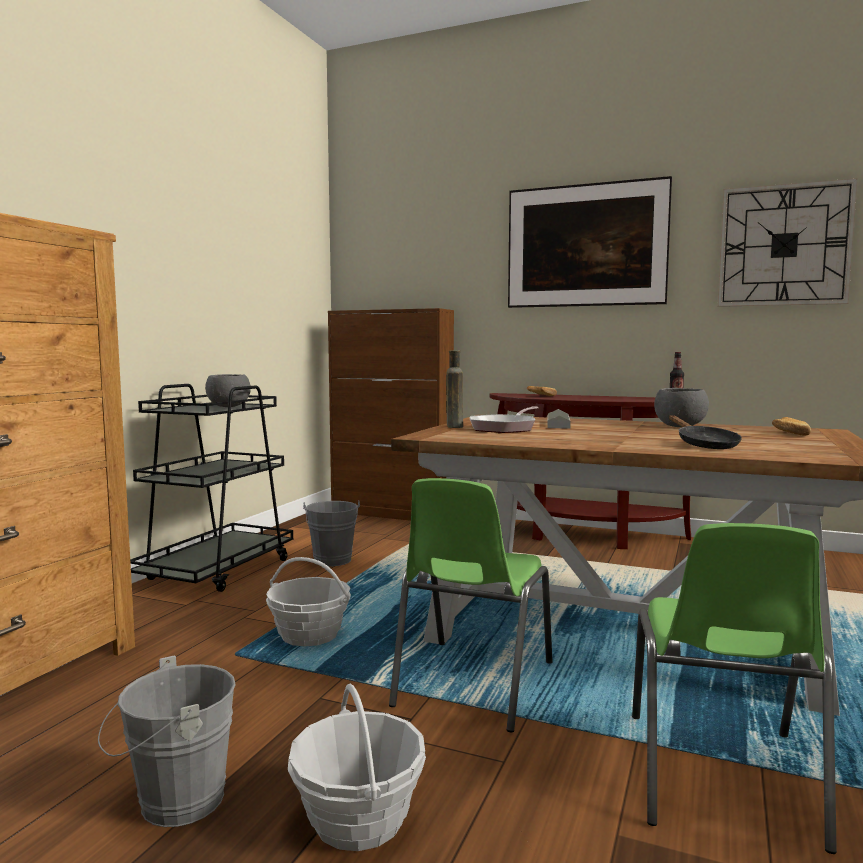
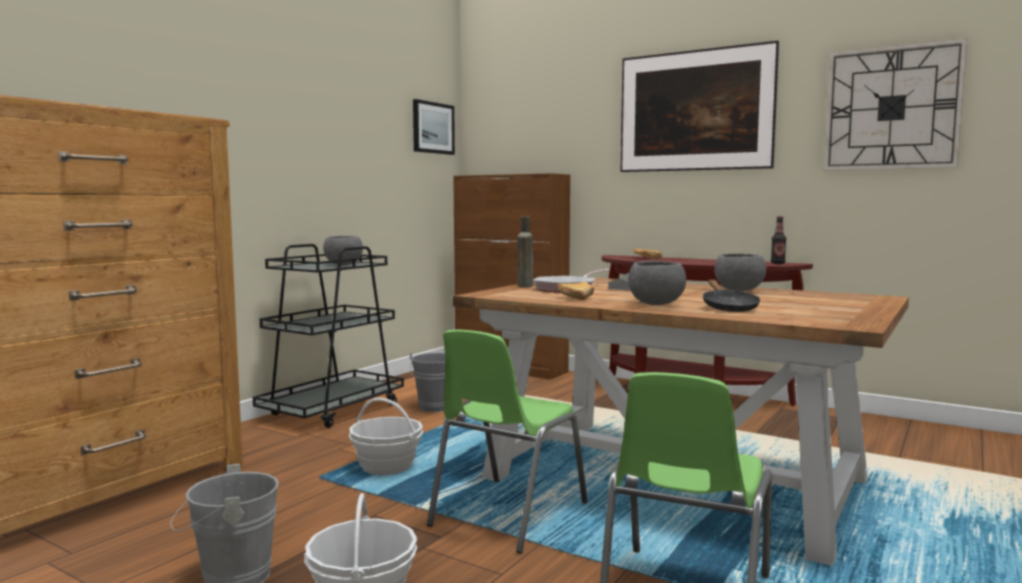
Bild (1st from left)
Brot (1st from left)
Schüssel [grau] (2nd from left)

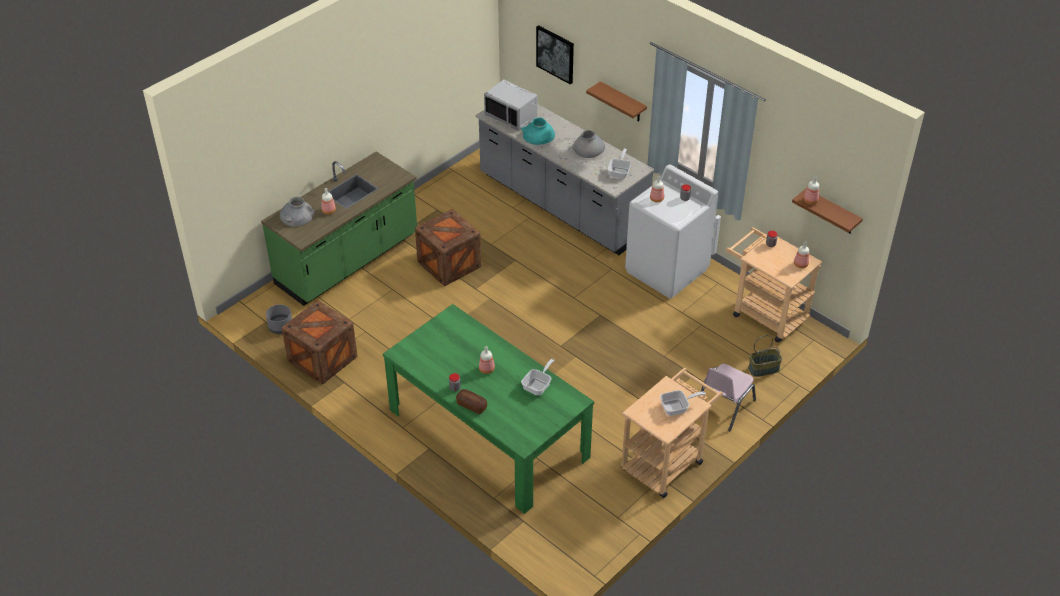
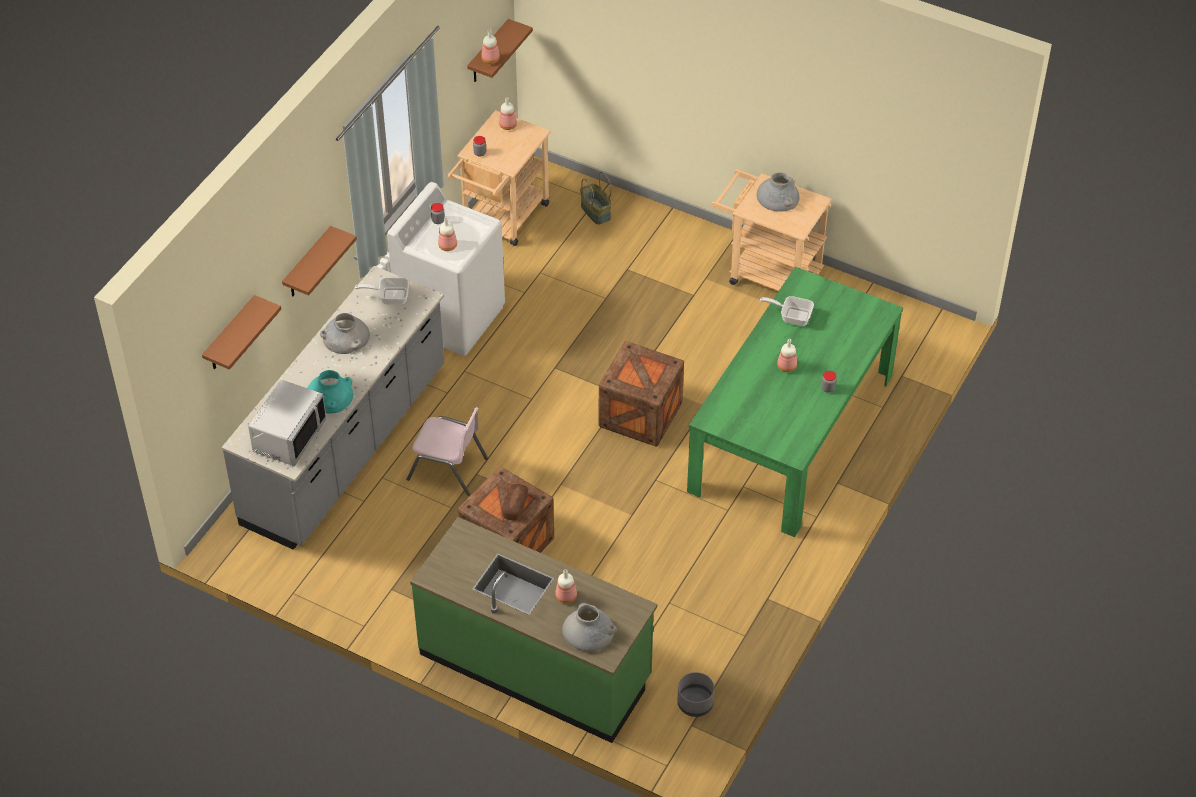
Wandregal [braun] (1st from left)
Stuhl [rosa]
Brot
Kiste (2nd from left)
Vase [grau] (3rd from left)

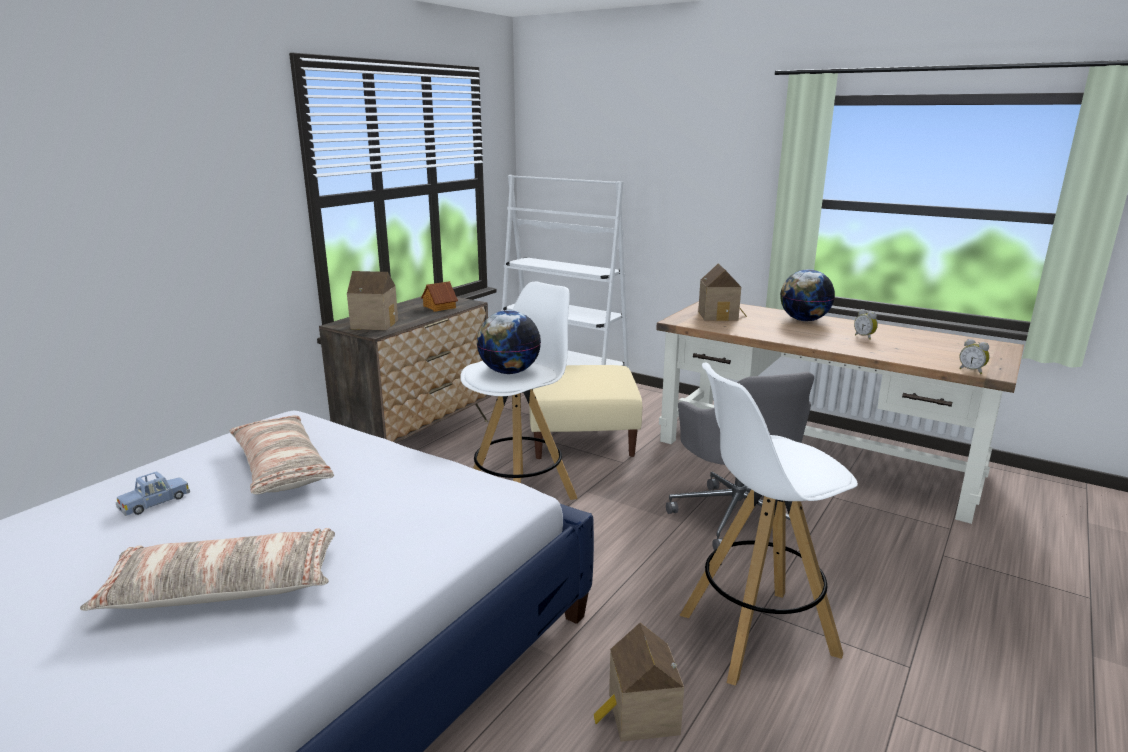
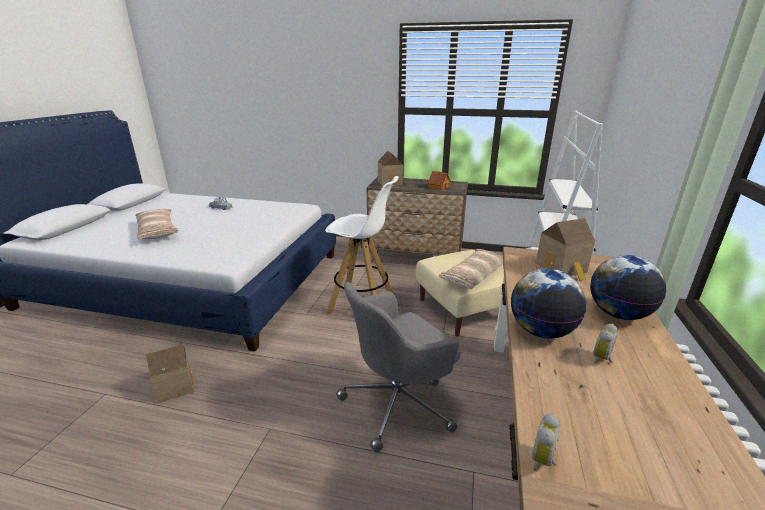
Kissen (2nd from left)
Globus (1st from left)
Hocker [weiß] (2nd from left in the first image)

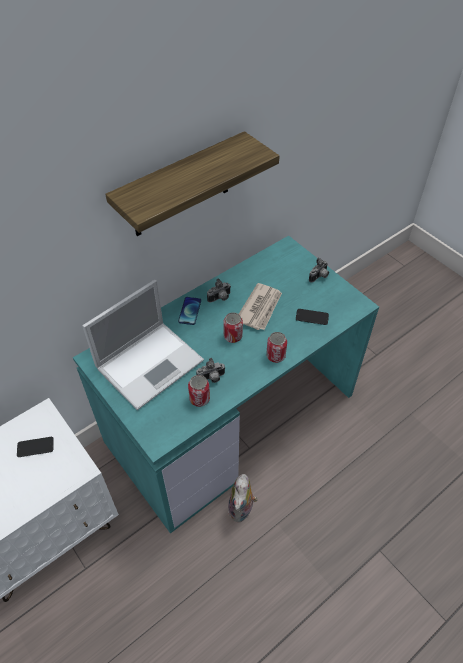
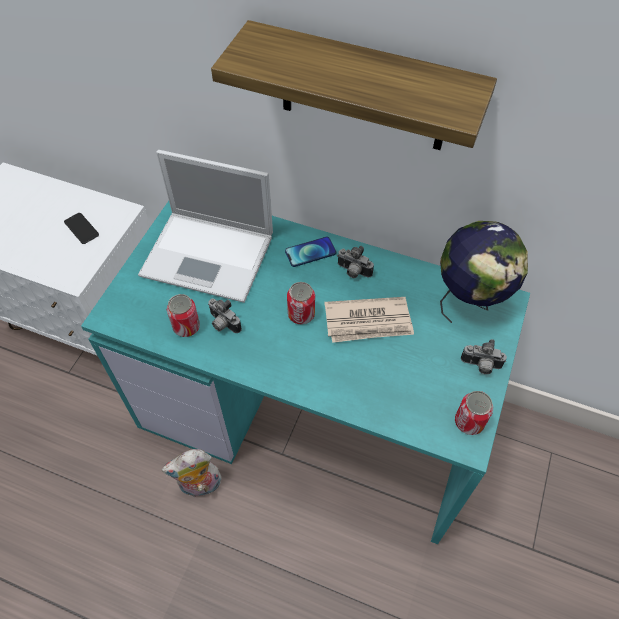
Globus
Dose (3rd from left)
Handy (3rd from left in the first image)

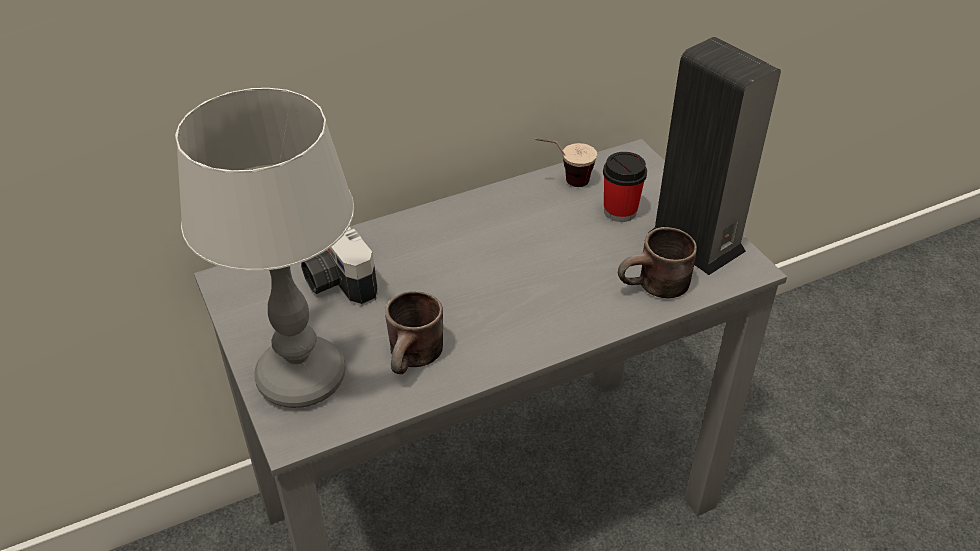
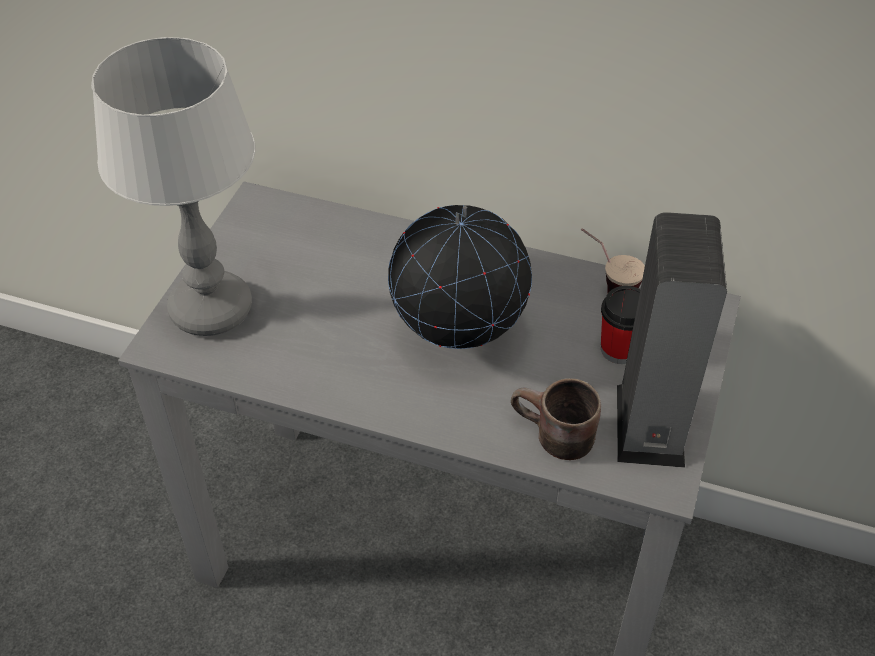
Globus
Kamera
Henkelbecher [braun] (1st from left in the first image)

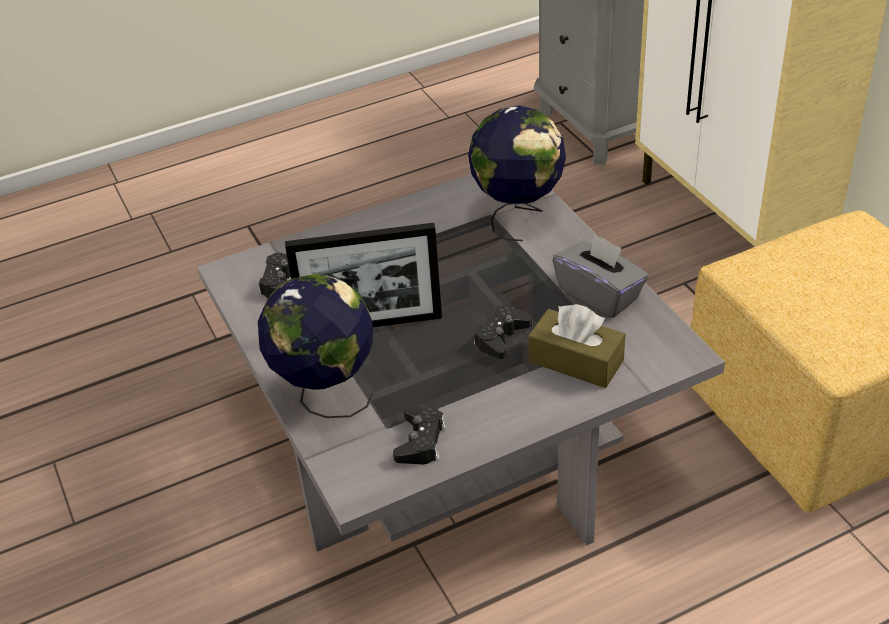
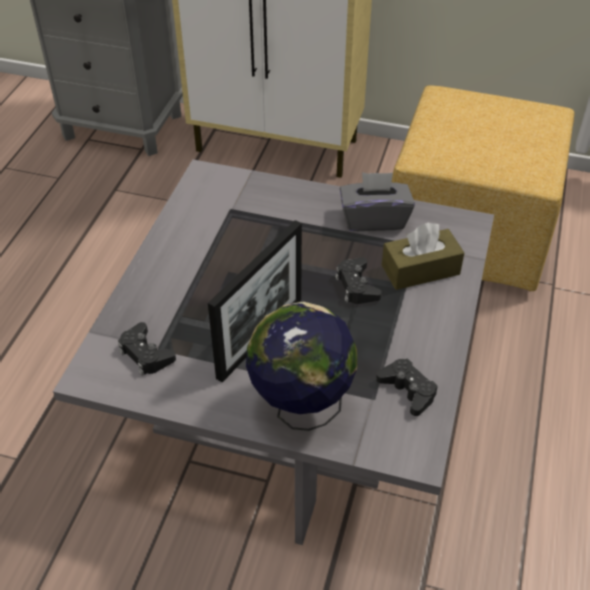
Globus (2nd from left in the first image)

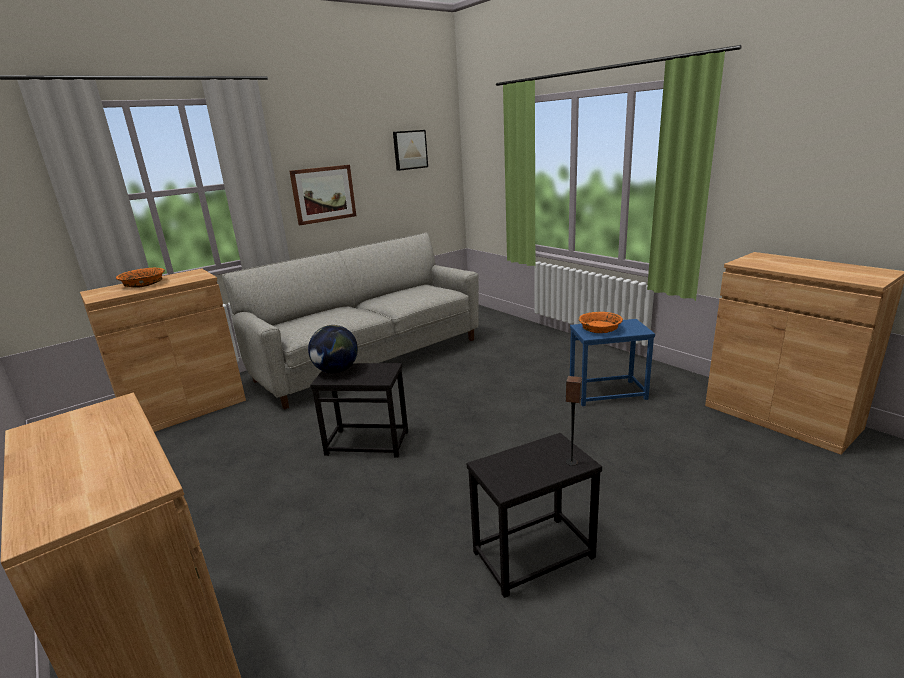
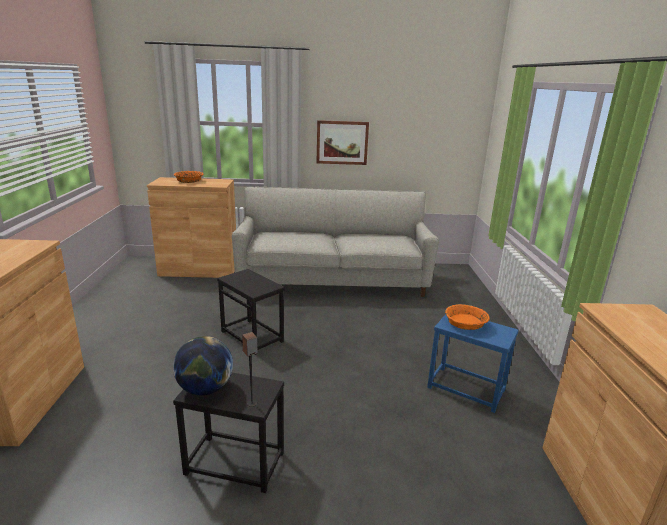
Globus
Bild (2nd from left in the first image)

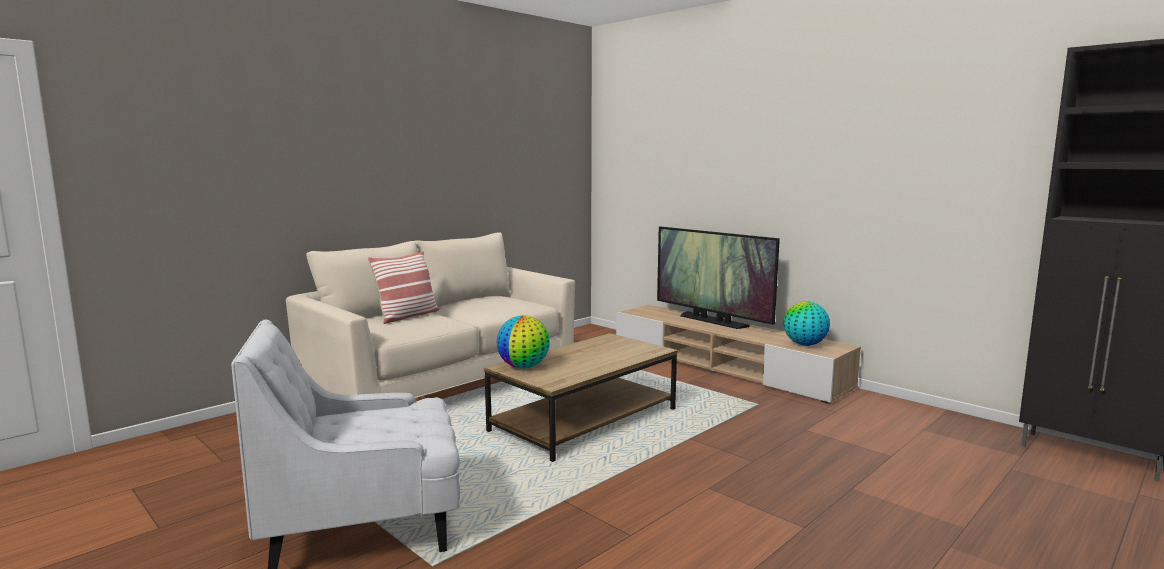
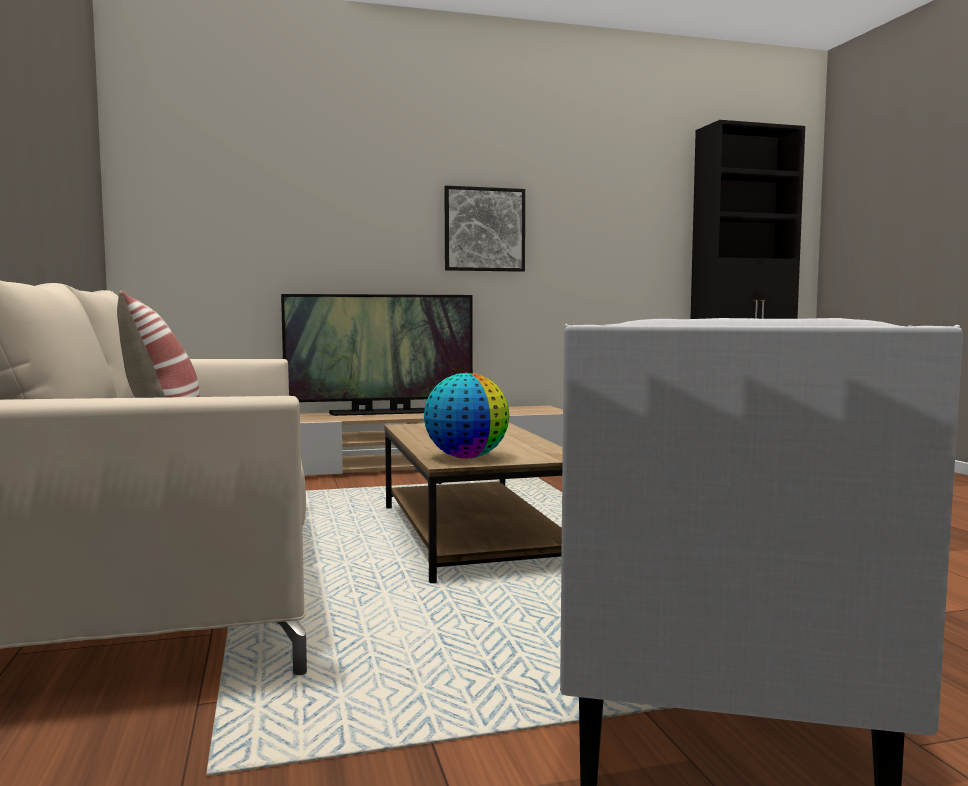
Bild
Globus (2nd from left in the first image)

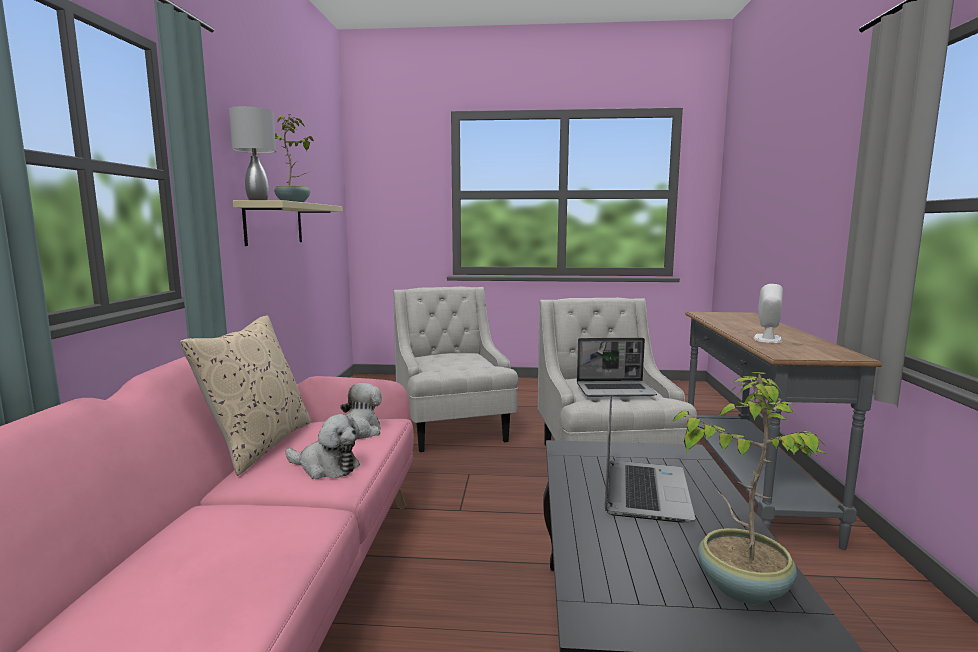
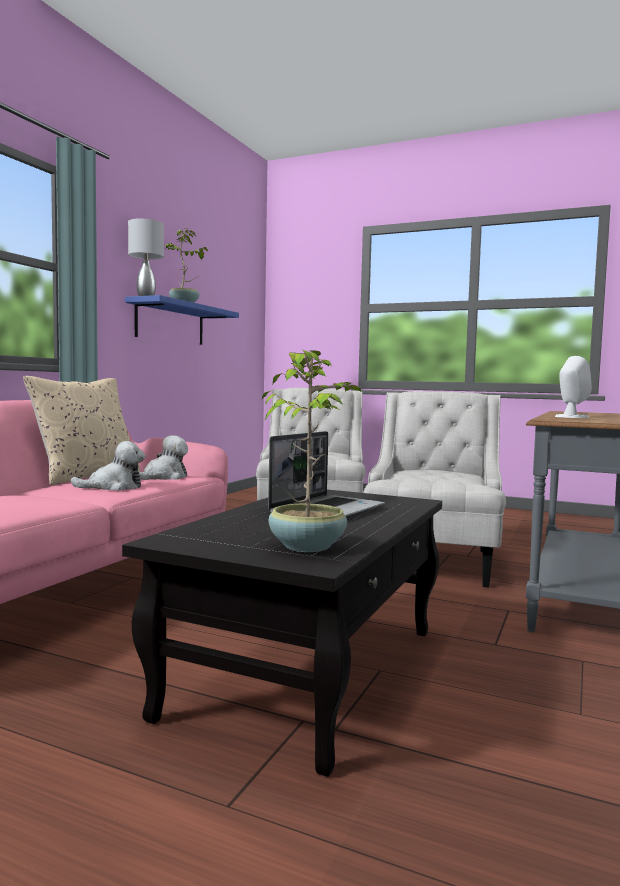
Plüschtier (1st from left)
Wandregal [blau]
Laptop (1st from left in the first image)

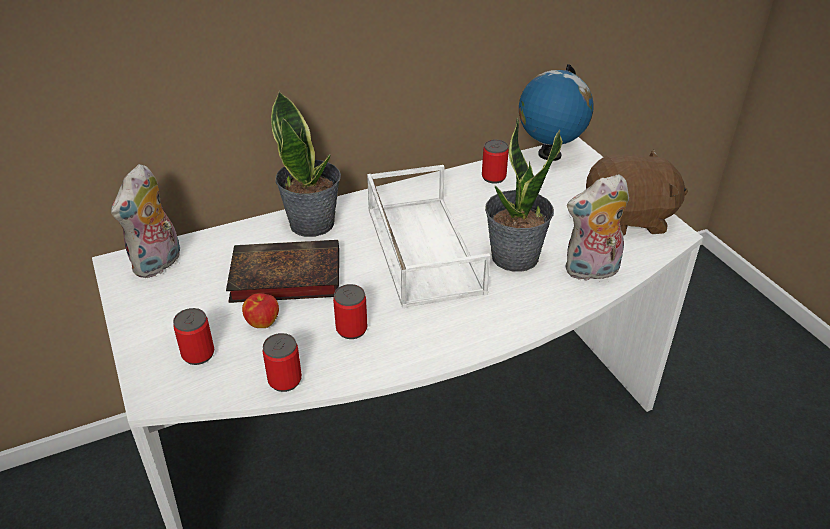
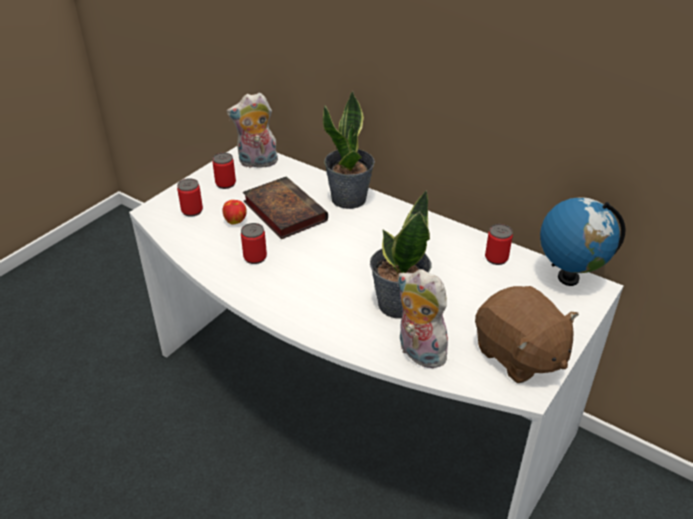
Dose (2nd from left)
Tablett [weiß]

